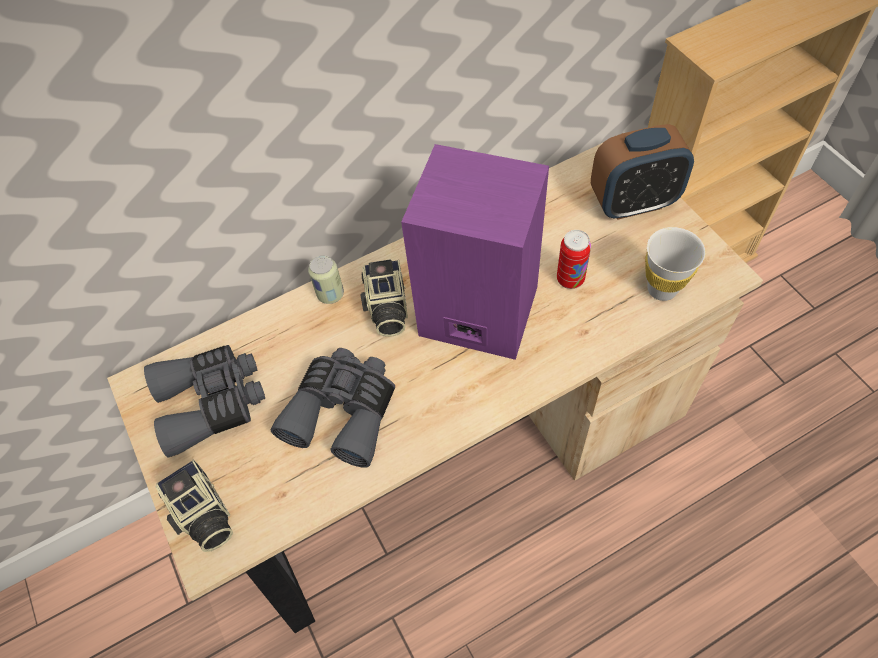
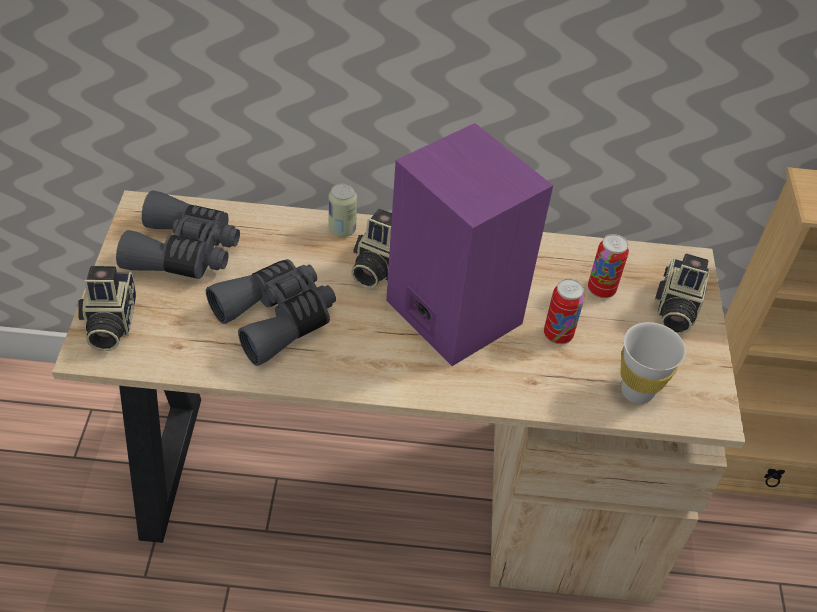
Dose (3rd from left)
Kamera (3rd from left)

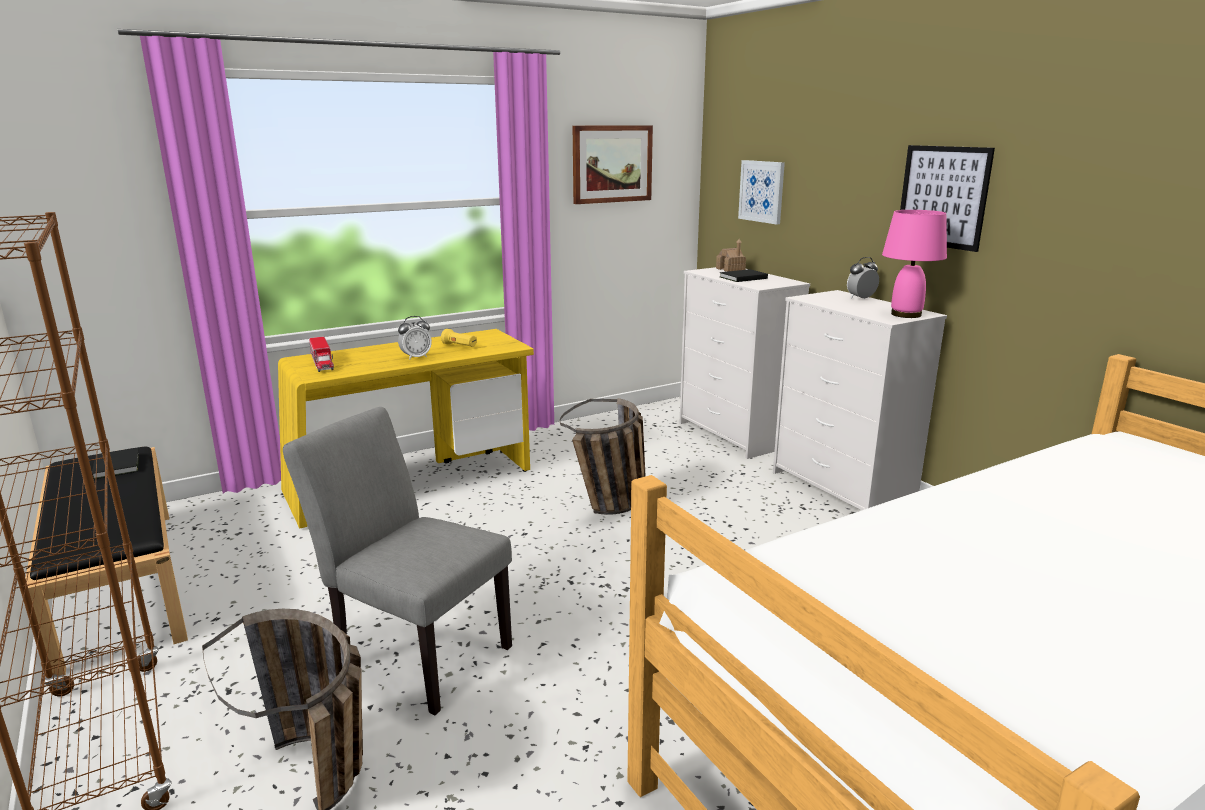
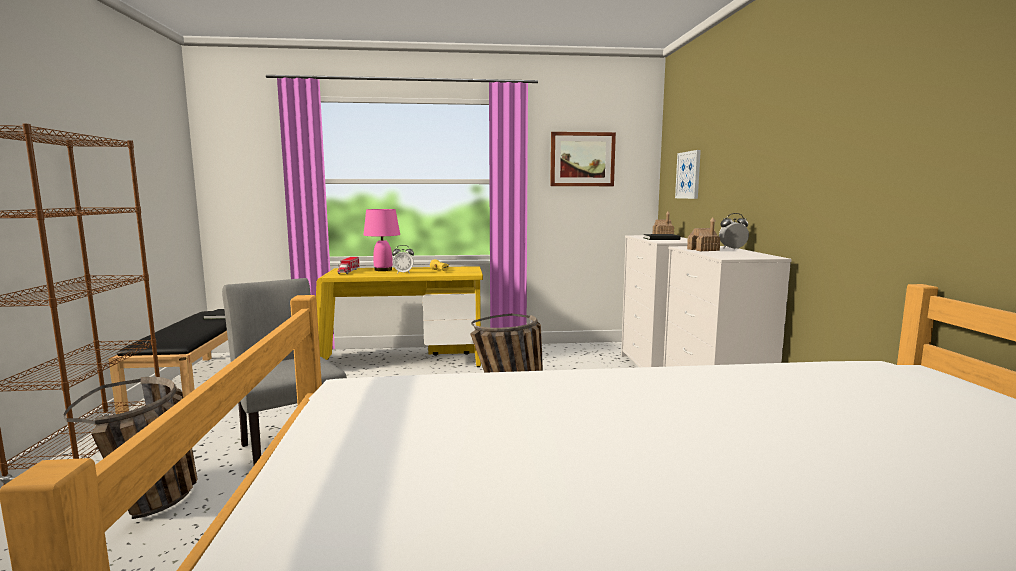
Tischlampe [rosa]
Spielzeughaus (2nd from left)
Bild (3rd from left in the first image)

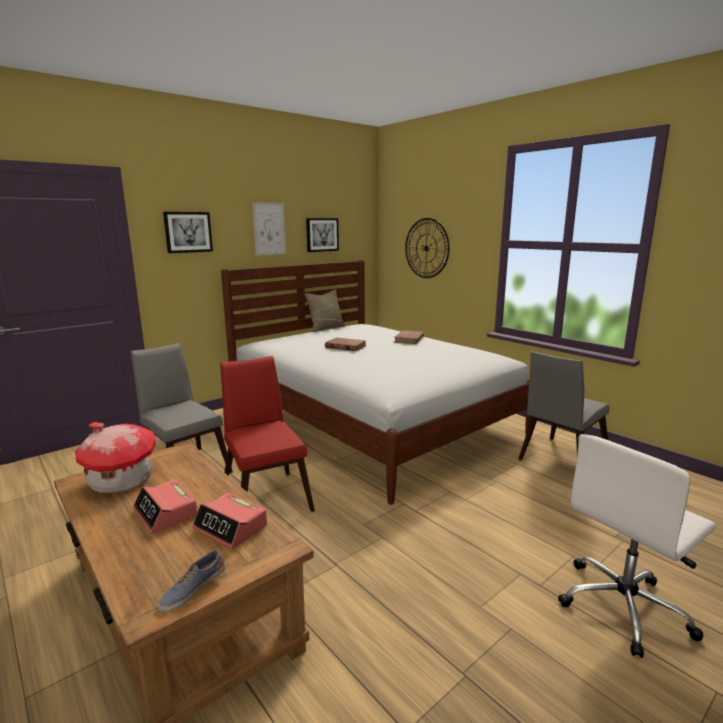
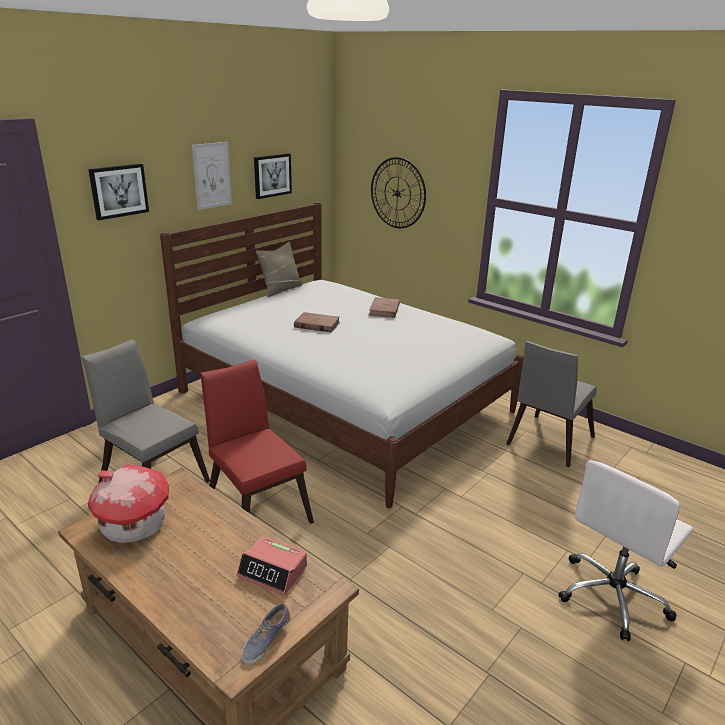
Wecker (1st from left in the first image)

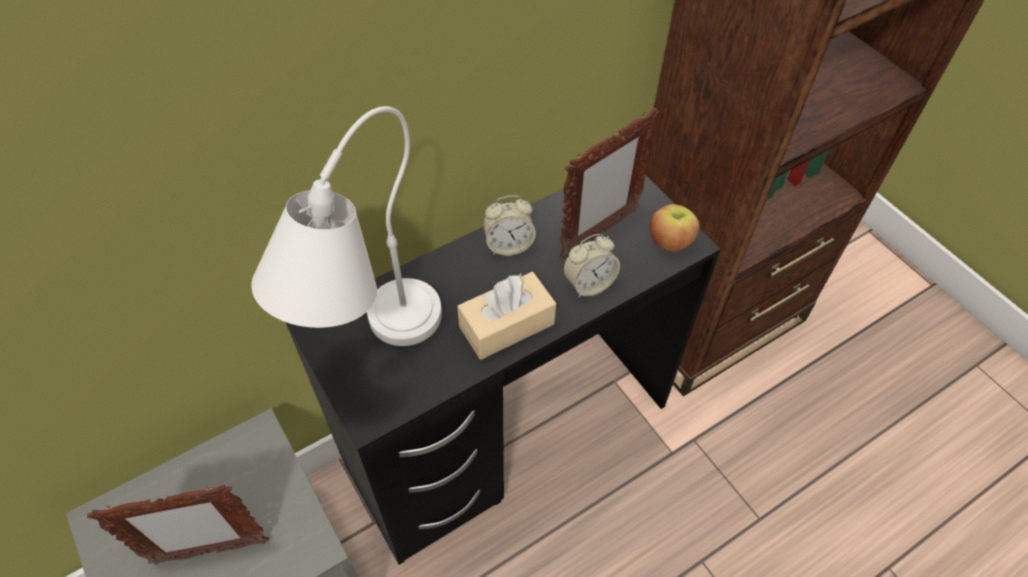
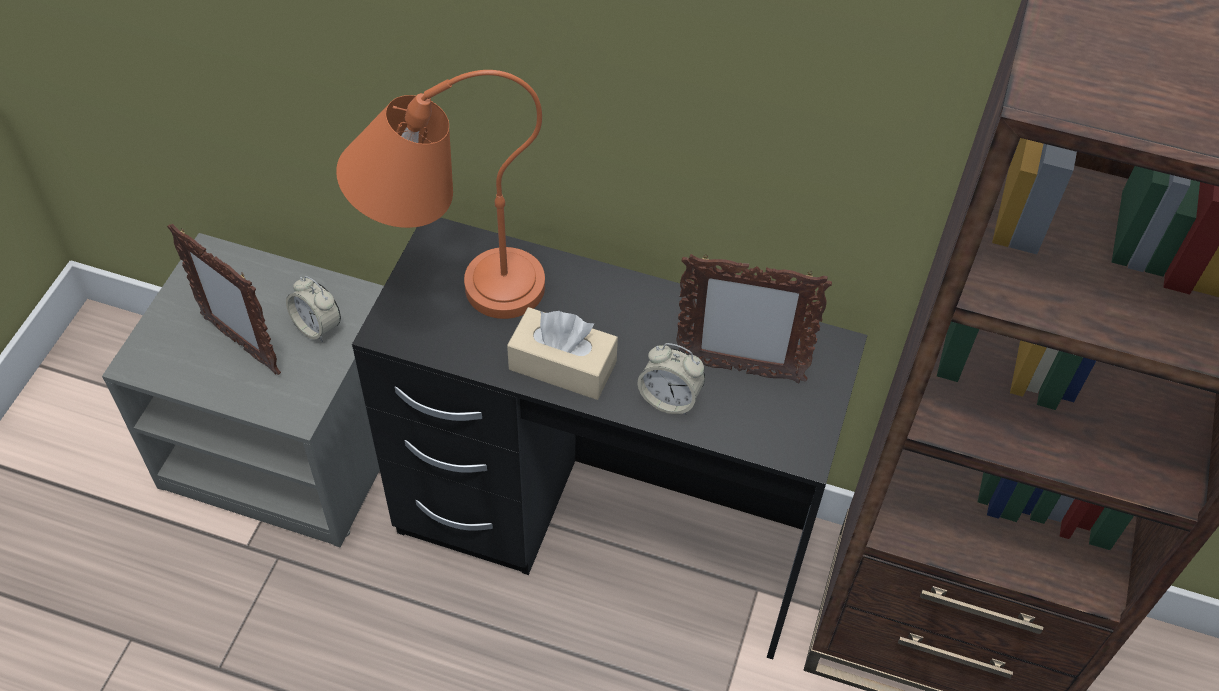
Wecker (1st from left)
Tischlampe [orange]
Apfel

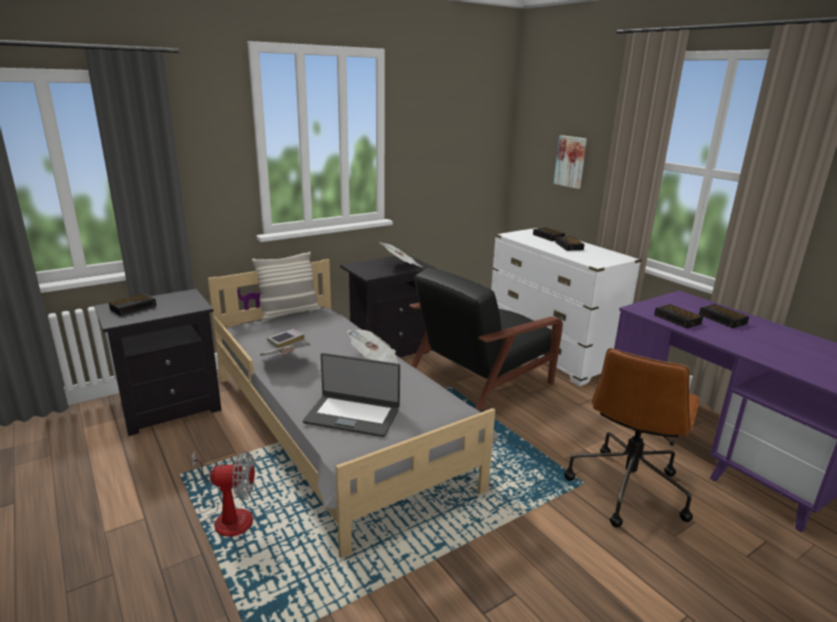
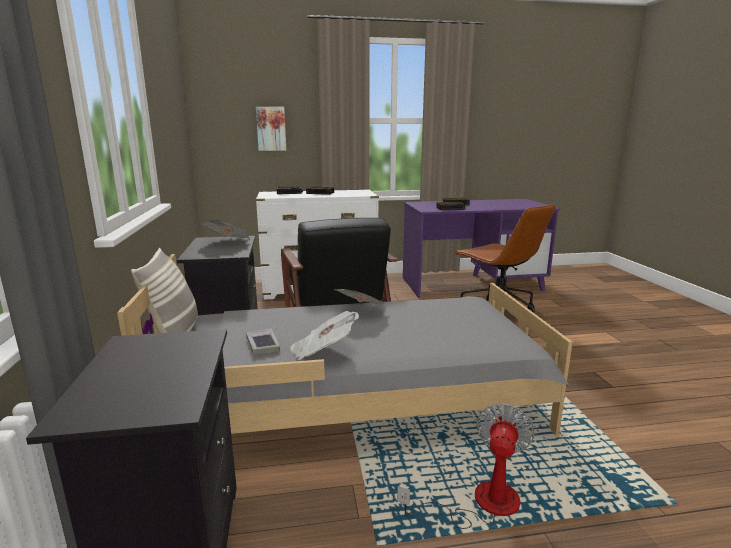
Wecker (1st from left in the first image)
Laptop

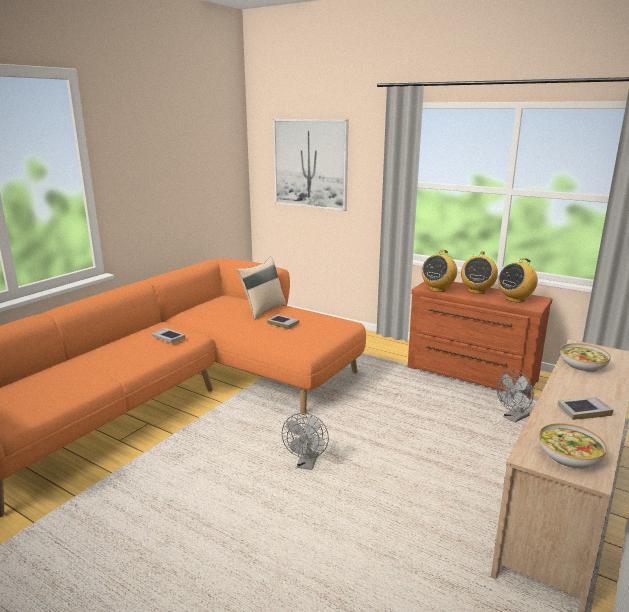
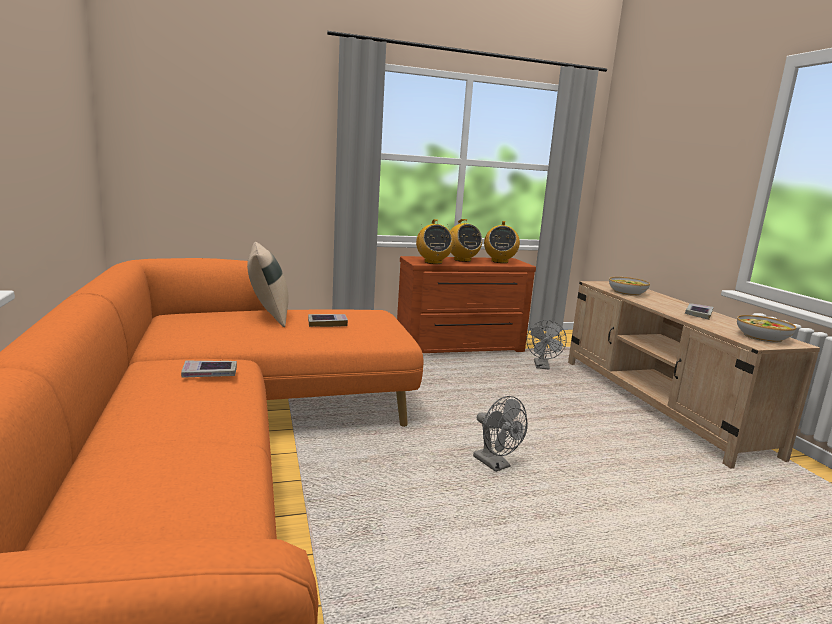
Bild

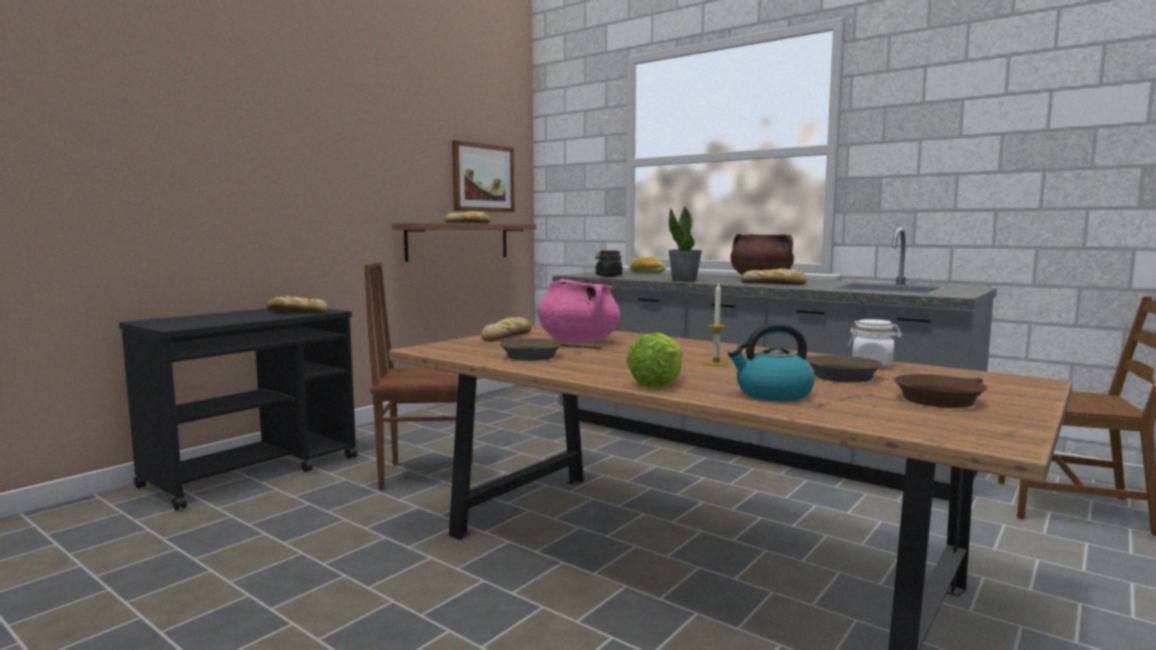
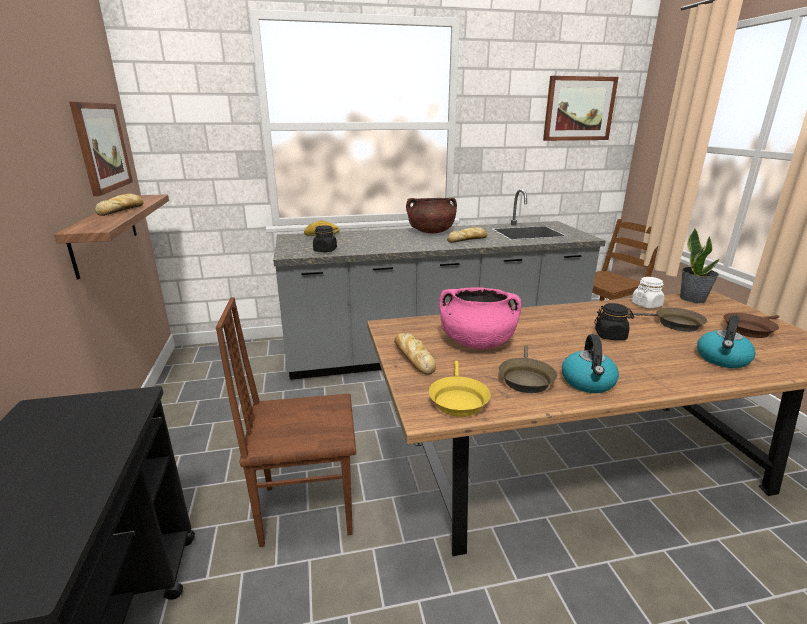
Stuhl [braun] (1st from left)
Pfanne [gelb]
Bild (2nd from left)
Wasserkessel (1st from left)
Vorratsglas [schwarz] (2nd from left)
Topfpflanze
Pfanne [braun] (3rd from left)
Brot (1st from left in the first image)
Salatkopf

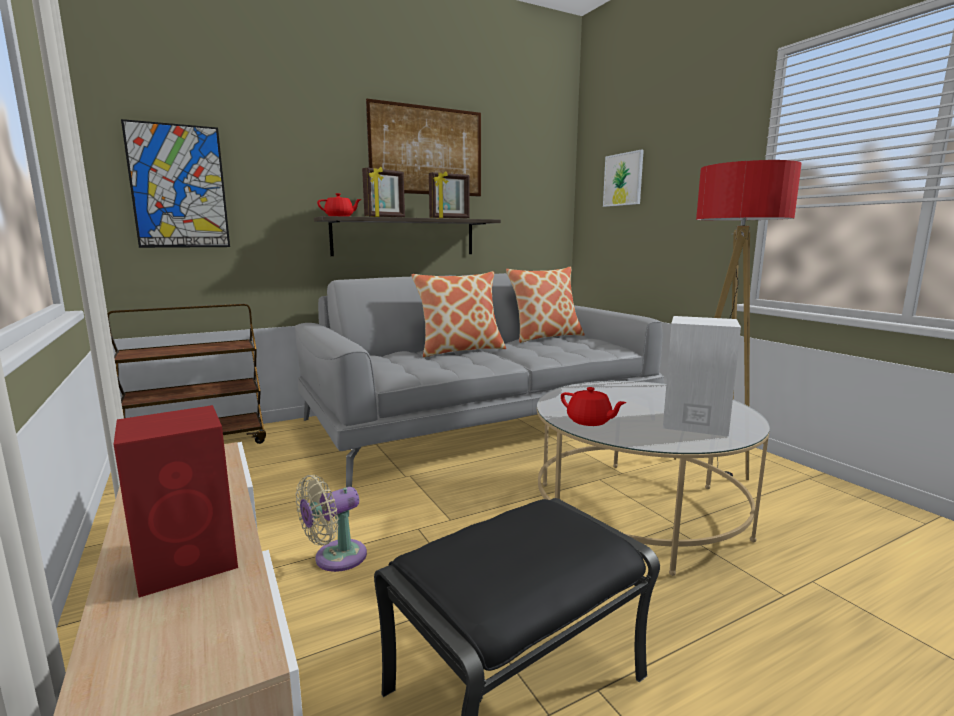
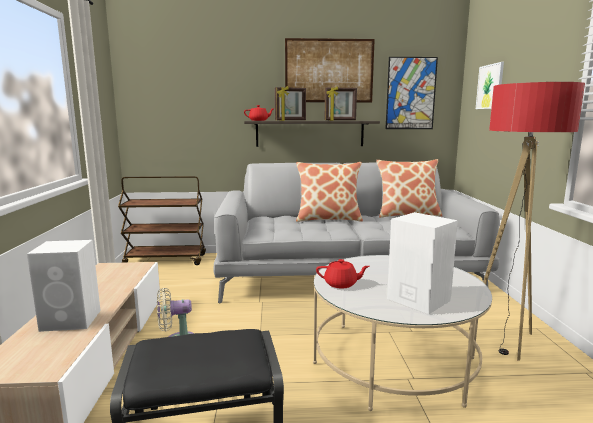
Lautsprecher [weiß] (1st from left)
Teekanne [rot] (2nd from left)
Bild (2nd from left)

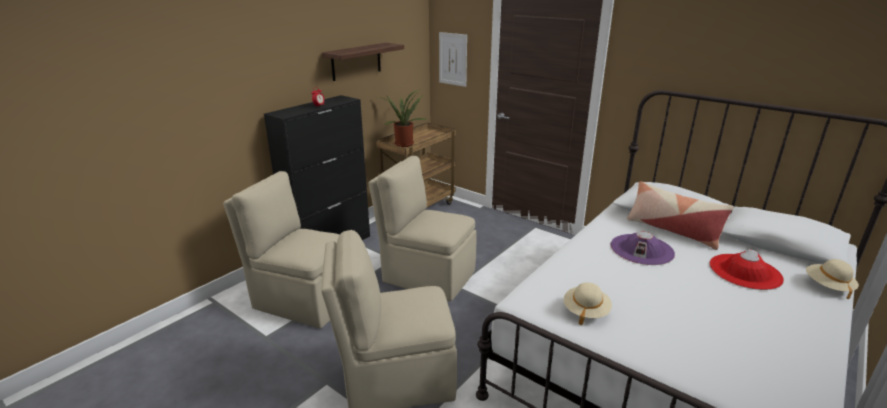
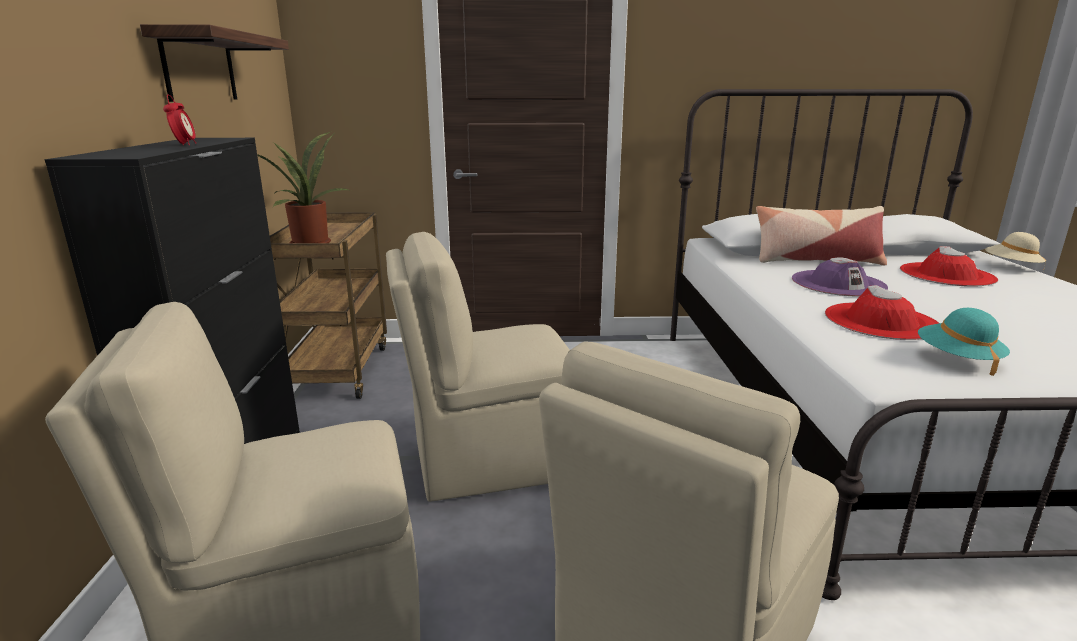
Hut [rot] (1st from left)
Hut [türkis]
Bild

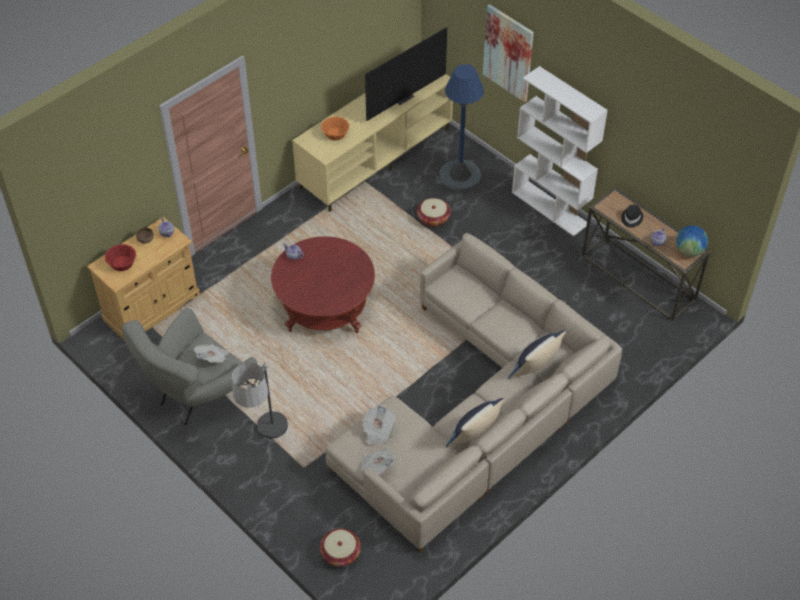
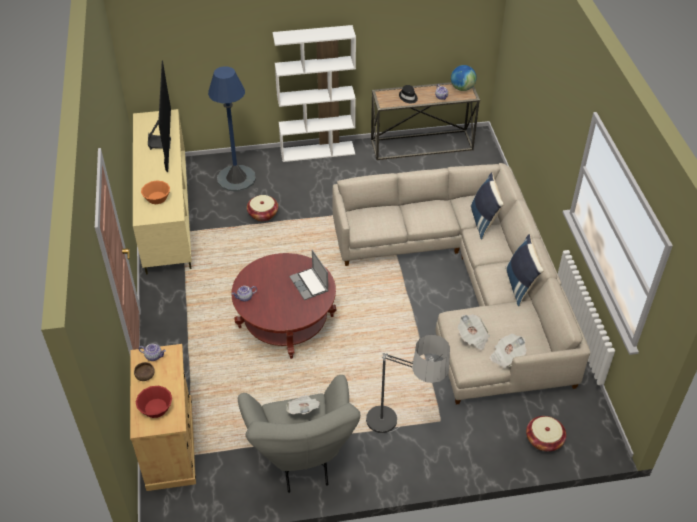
Laptop
Bild

